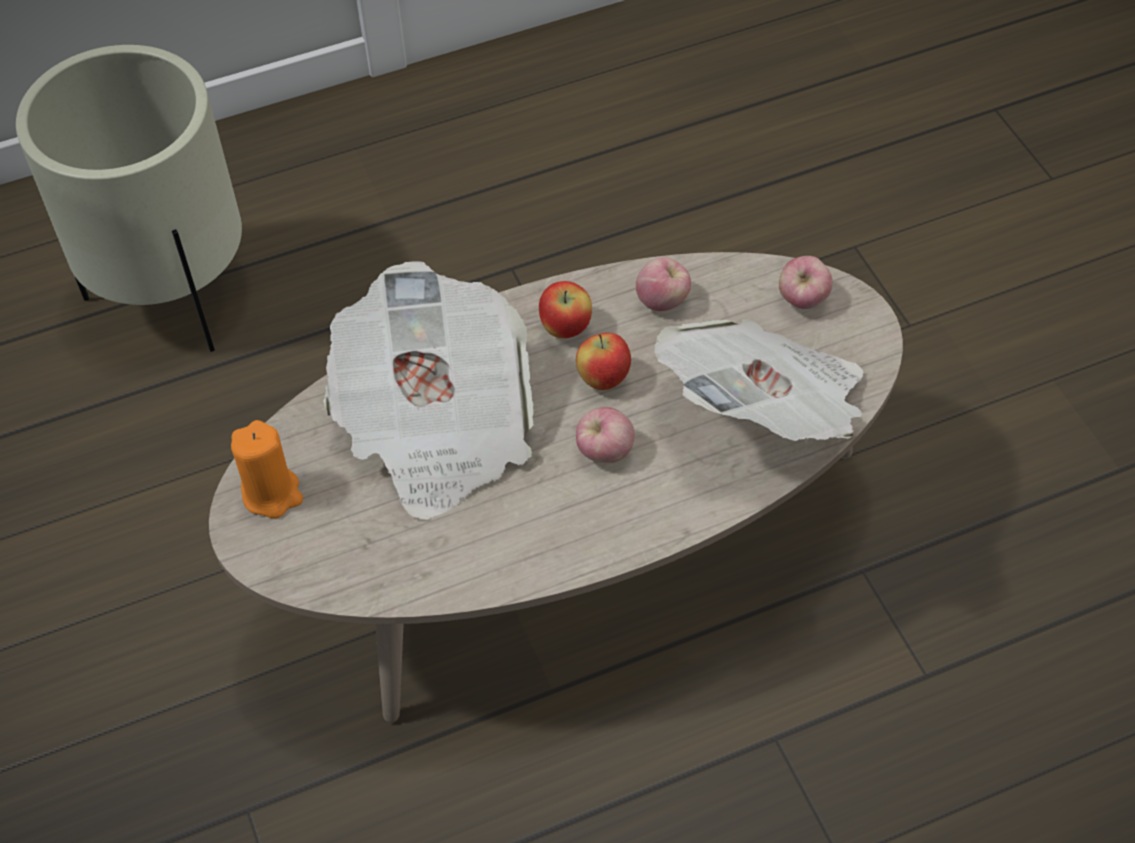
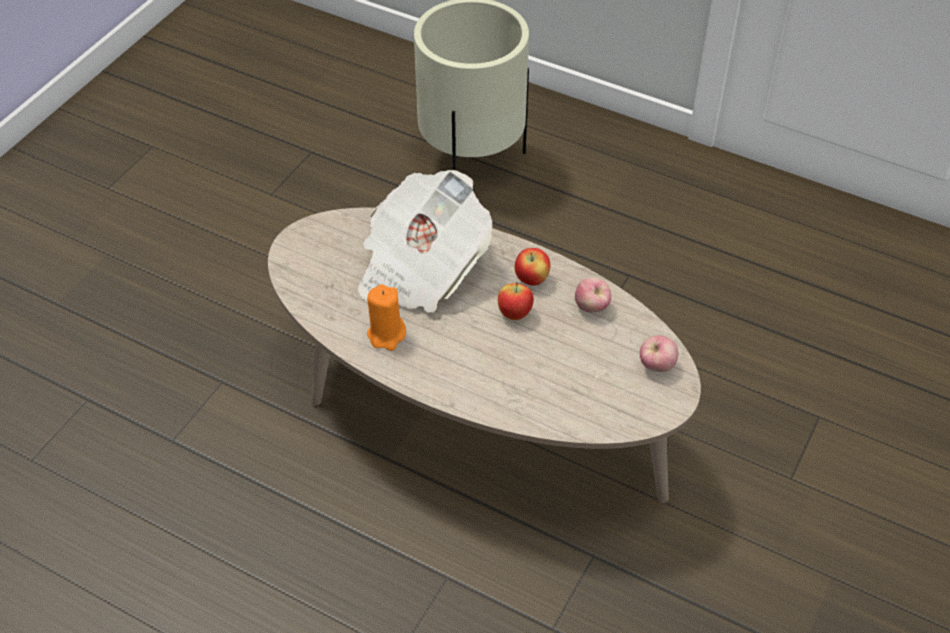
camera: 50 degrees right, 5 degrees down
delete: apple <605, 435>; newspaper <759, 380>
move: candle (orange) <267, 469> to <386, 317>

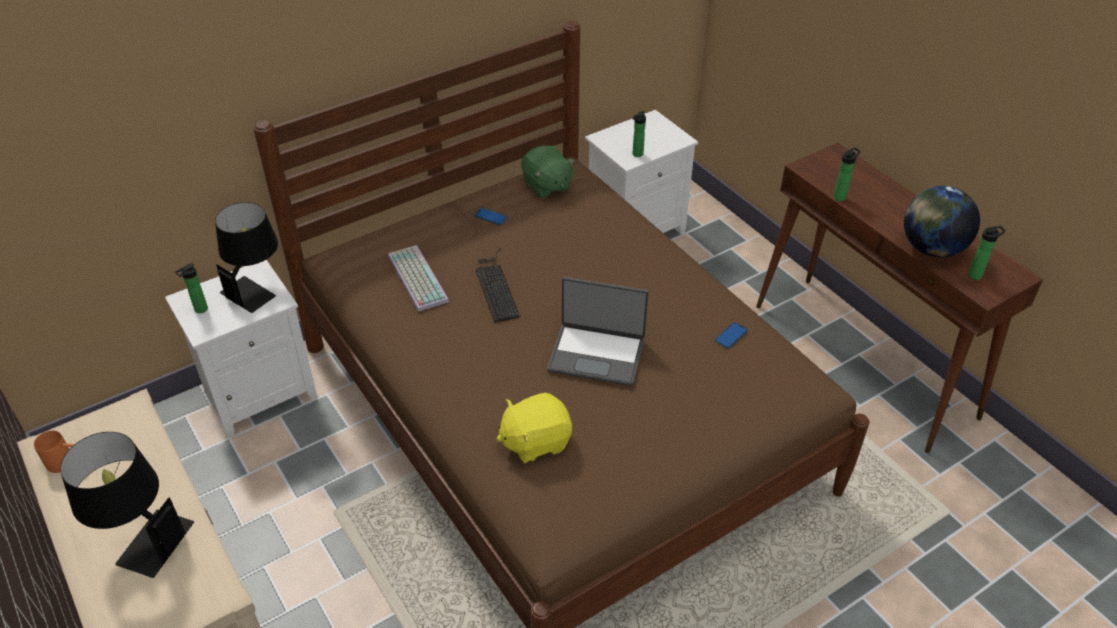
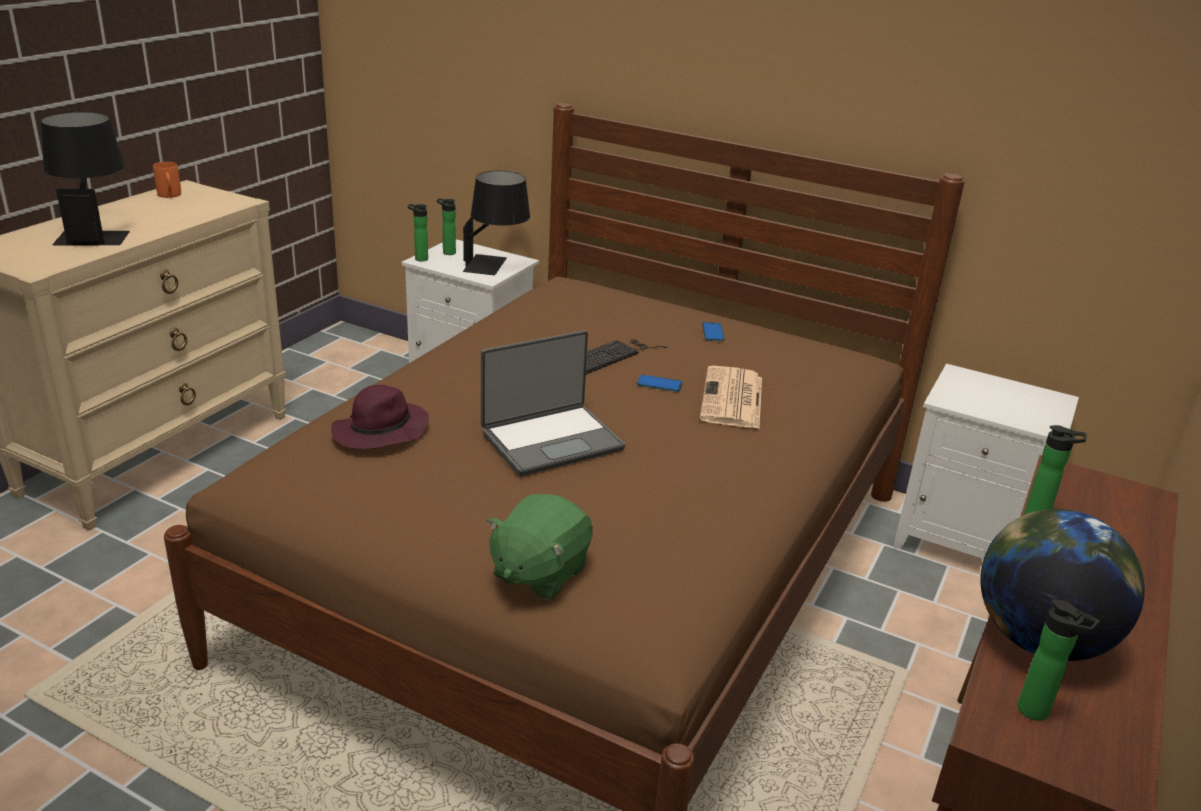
camera: 60 degrees right, 15 degrees down
delete: keyboard <418, 278>
insert: newspaper <731, 397>
move: bottle <639, 134> to <418, 233>; plush toy (green) <548, 172> to <539, 547>; phone <731, 335> to <660, 383>
replace: plush toy (yellow) <534, 428> to hat (purple) <380, 417>
rotate: laptop <598, 331> = <553, 403> 105 degrees counterclockwise

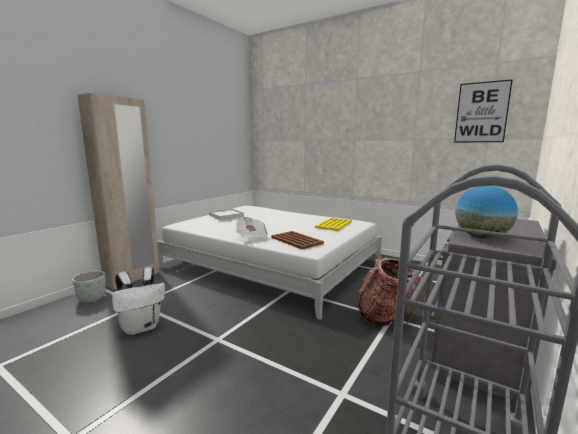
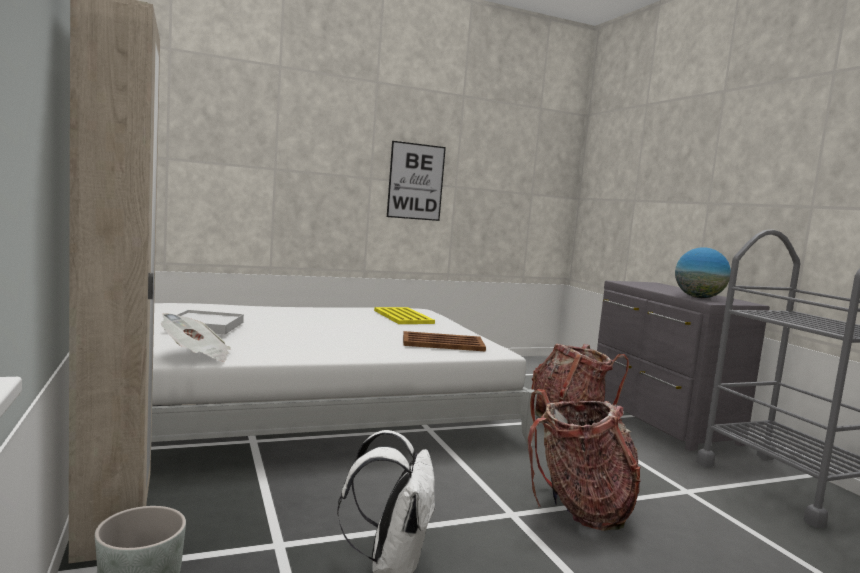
camera: 55 degrees left, 5 degrees down
insert: backpack <584, 460>
move: newspaper <252, 230> to <195, 337>; picture <483, 110> to <416, 181>

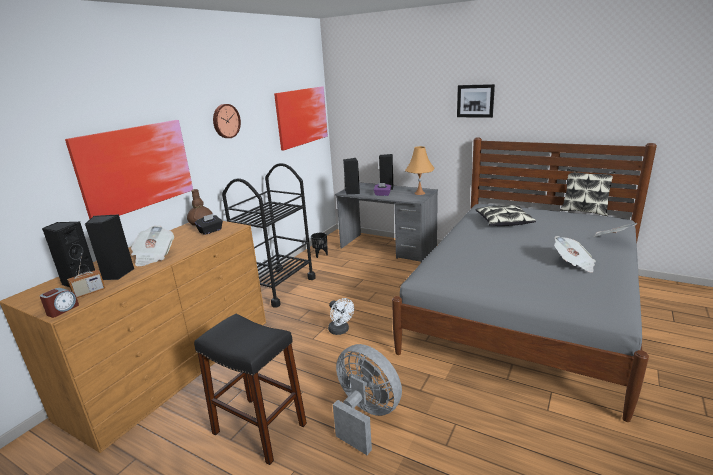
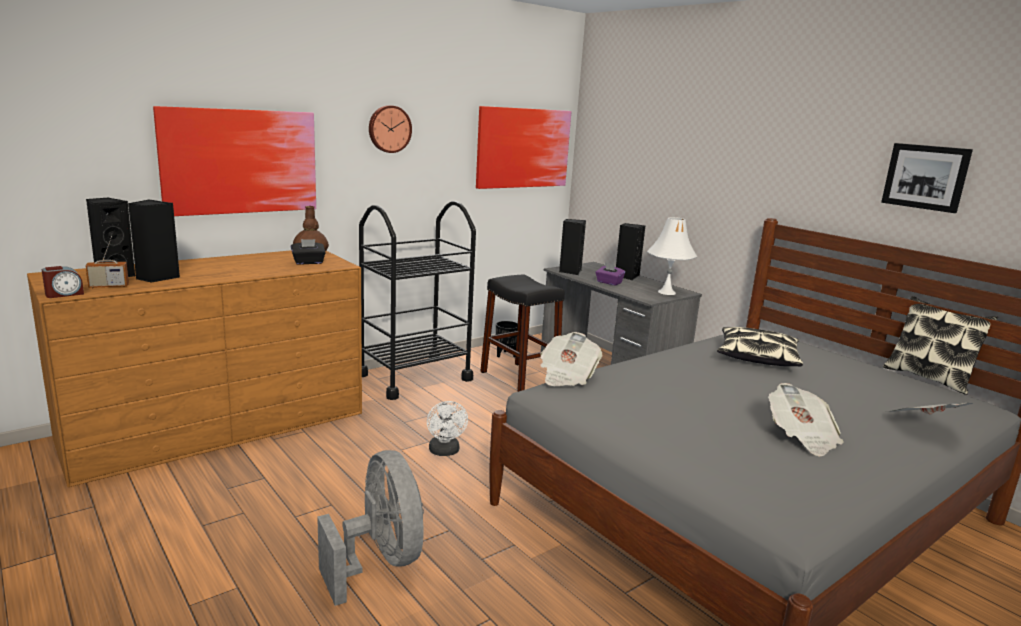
camera: 20 degrees right, 5 degrees down
move: stool (black) <250, 389> to <522, 333>; newspaper <152, 246> to <571, 359>; picture <476, 101> to <927, 178>
recolor: table lamp (orange) <419, 170> to table lamp (white) <672, 256>

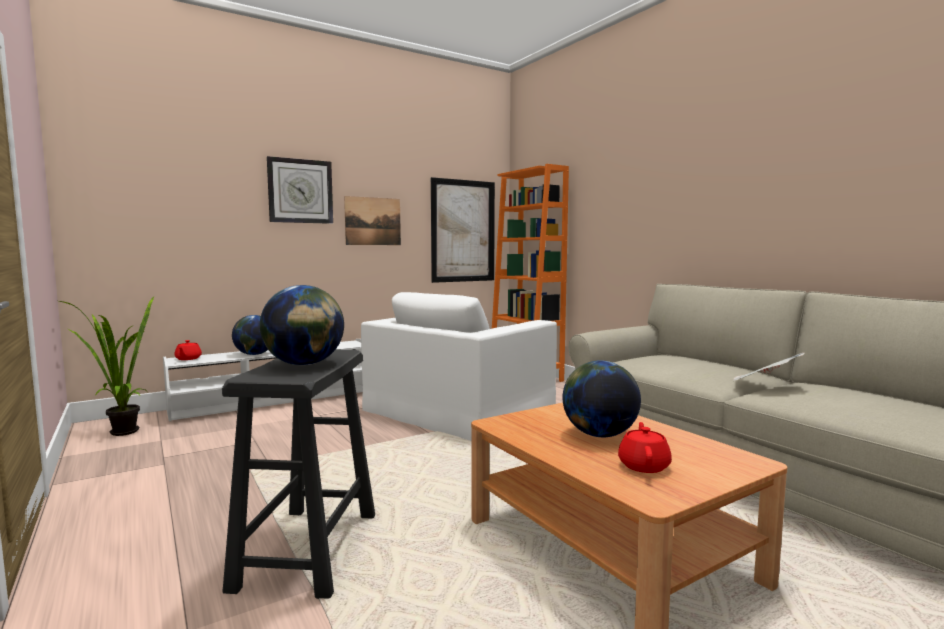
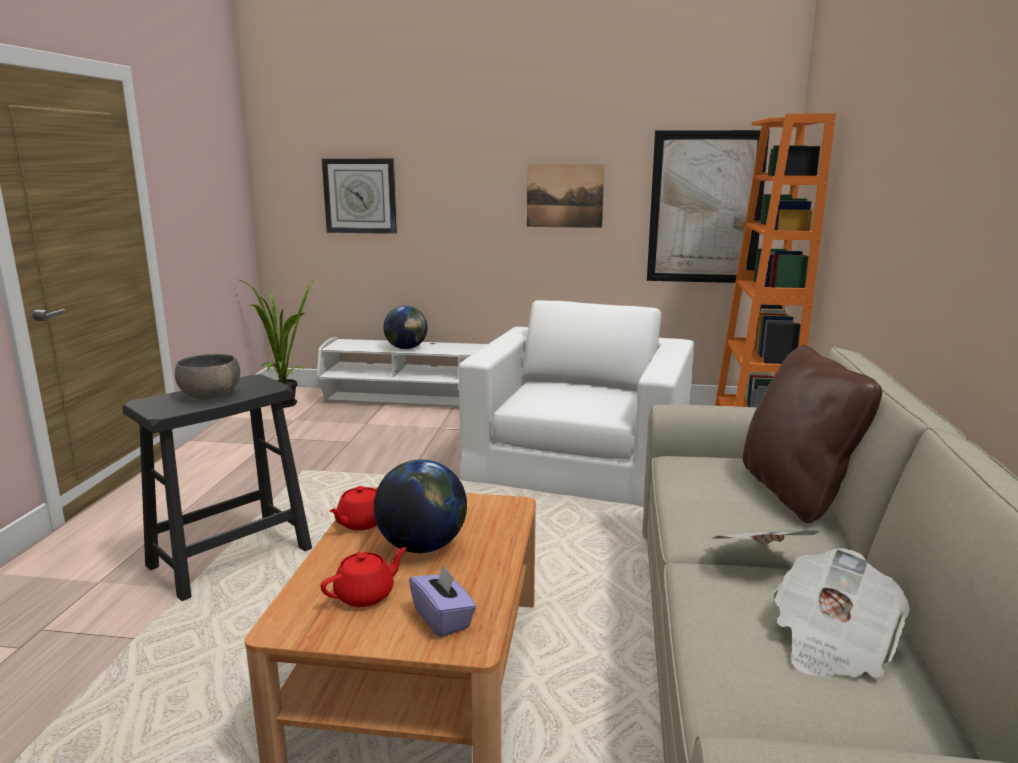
camera: 40 degrees right, 10 degrees up
insert: tissue box (purple) <442, 601>; pillow (brown) <812, 434>; newspaper <841, 613>
move: wall clock <300, 190> to <359, 196>; teapot (red) <188, 350> to <353, 508>
replace: globe <302, 325> to bowl (grey) <207, 377>
rotate: armchair (white) <459, 366> = <576, 403> 120 degrees clockwise

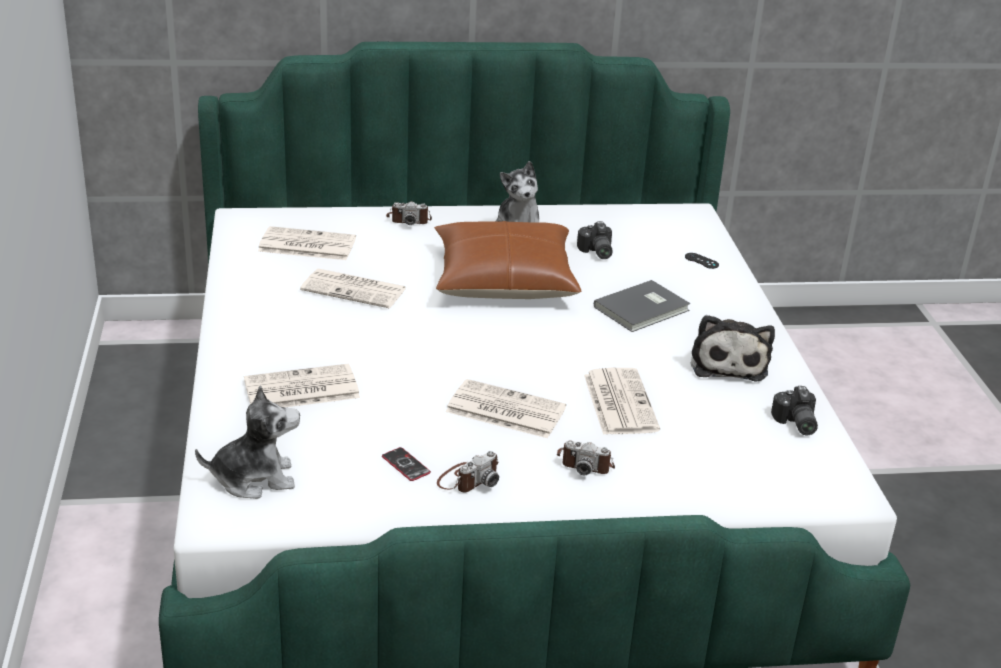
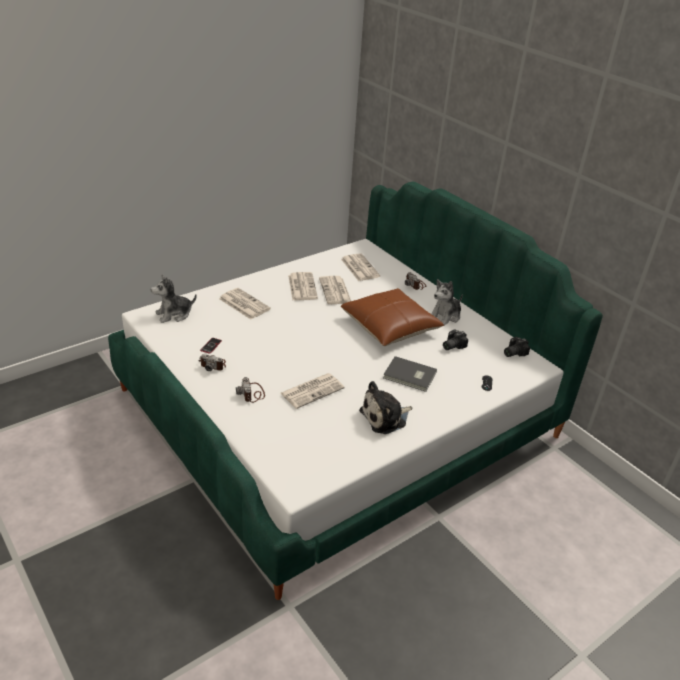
camera: 60 degrees right, 5 degrees up
move: newspaper <506, 408> to <303, 286>; photo camera <794, 410> to <517, 347>
rotate: plush toy <247, 442> = <173, 298> 105 degrees clockwise

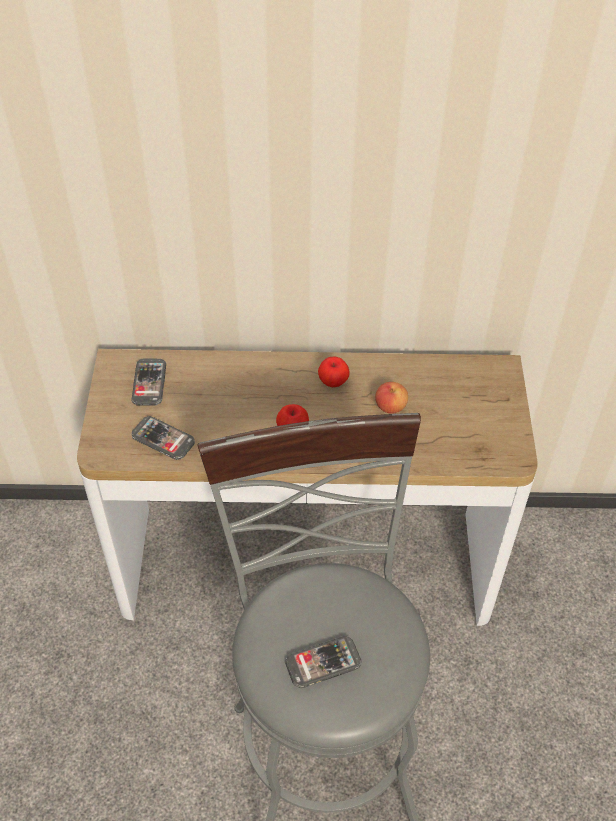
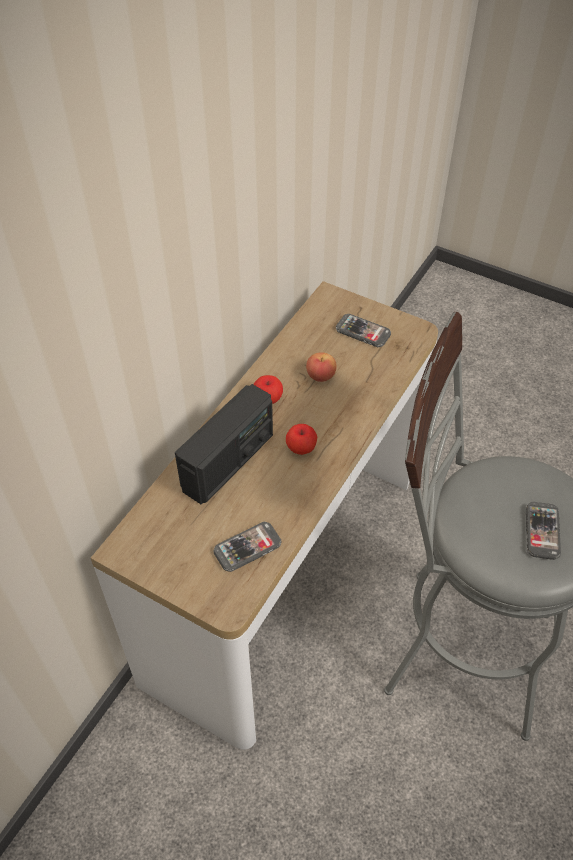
camera: 60 degrees left, 0 degrees up
insert: radio <224, 444>
move: phone <148, 382> to <363, 330>

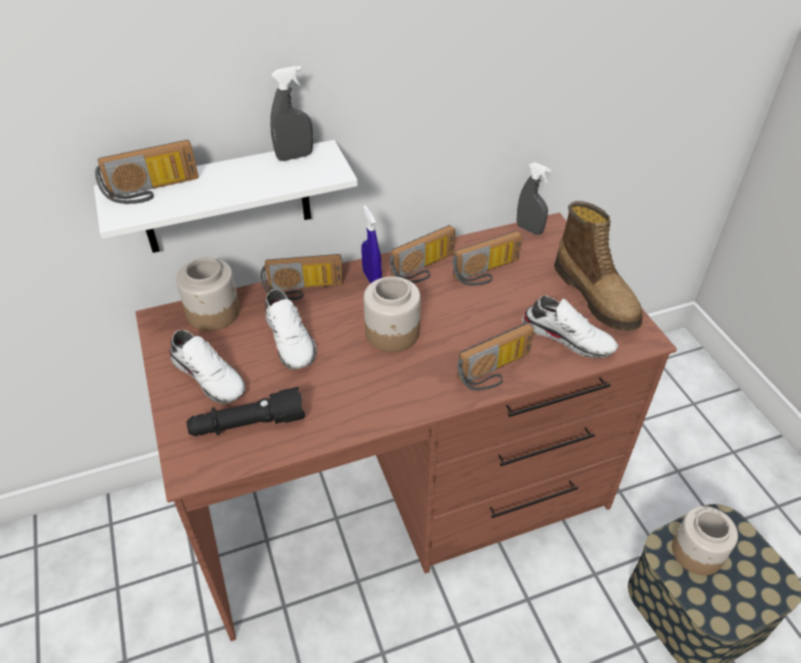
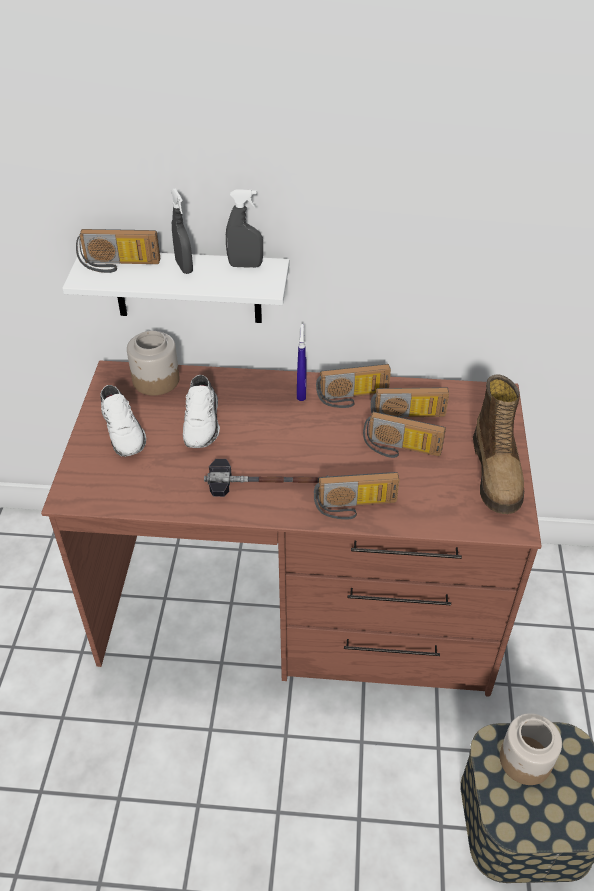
camera: 25 degrees right, 0 degrees up
delete: flashlight (black) <246, 411>; jar <392, 314>; shoe (white) <570, 326>
insert: hammer <265, 478>
move: spray bottle (grey) <534, 198> to <182, 231>; radio <302, 277> to <404, 435>

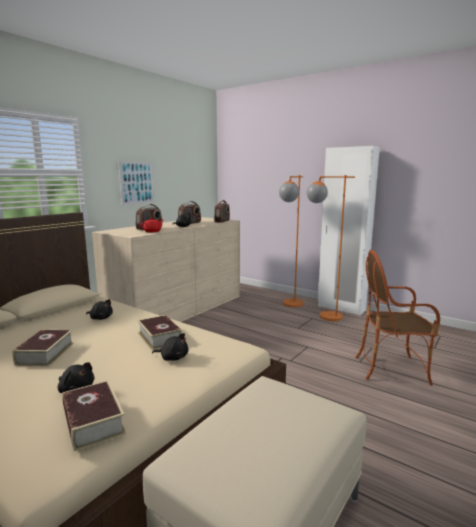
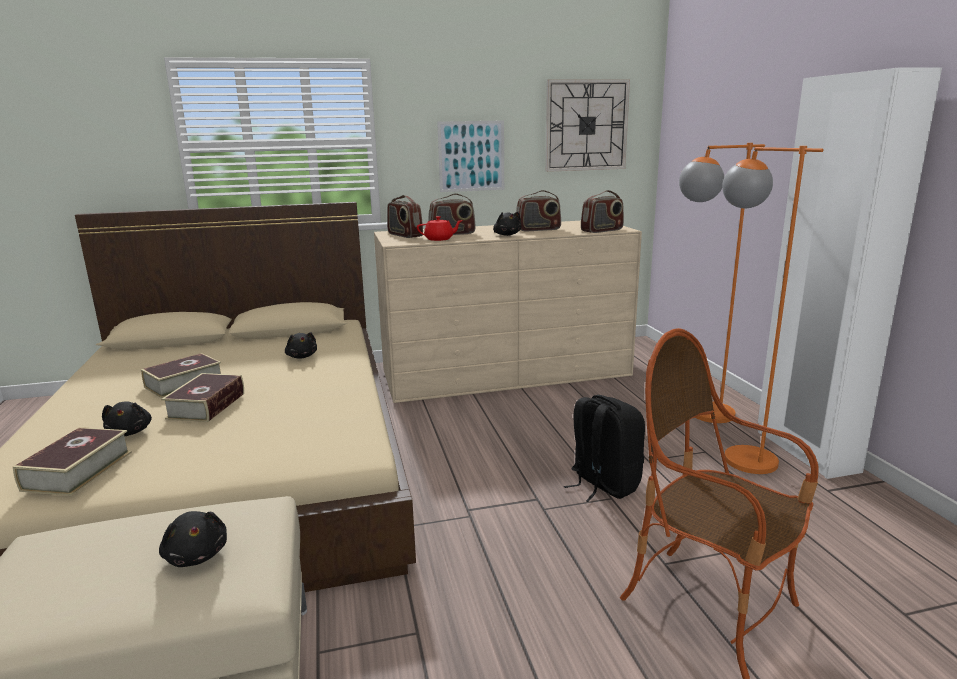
camera: 40 degrees right, 5 degrees up
insert: radio <405, 216>; wall clock <588, 125>; backpack (black) <604, 448>
move: plush toy (black) <170, 346> to <193, 539>; book <159, 332> to <202, 397>

